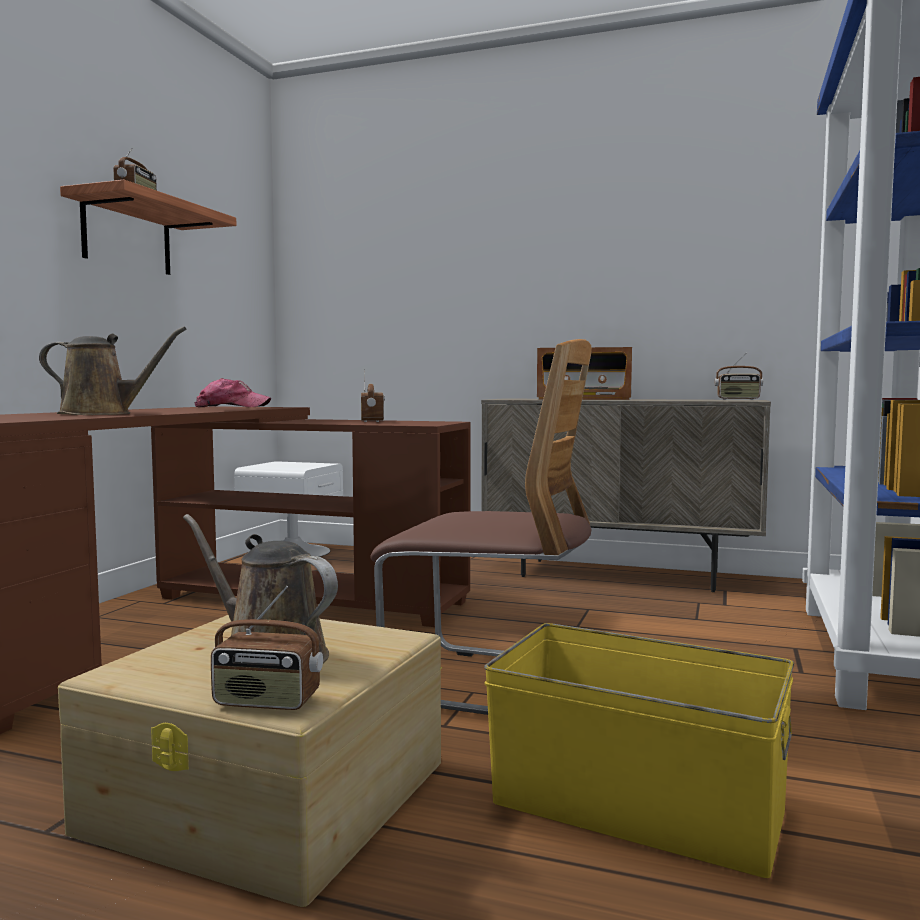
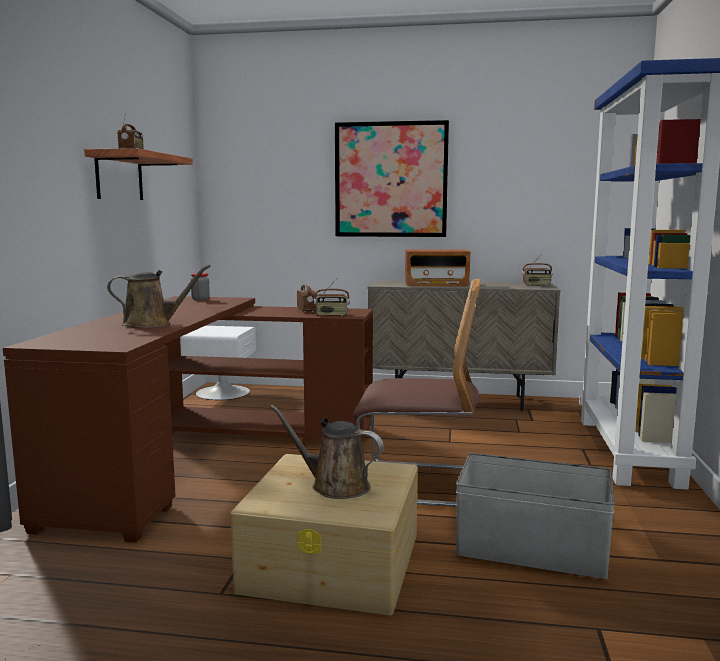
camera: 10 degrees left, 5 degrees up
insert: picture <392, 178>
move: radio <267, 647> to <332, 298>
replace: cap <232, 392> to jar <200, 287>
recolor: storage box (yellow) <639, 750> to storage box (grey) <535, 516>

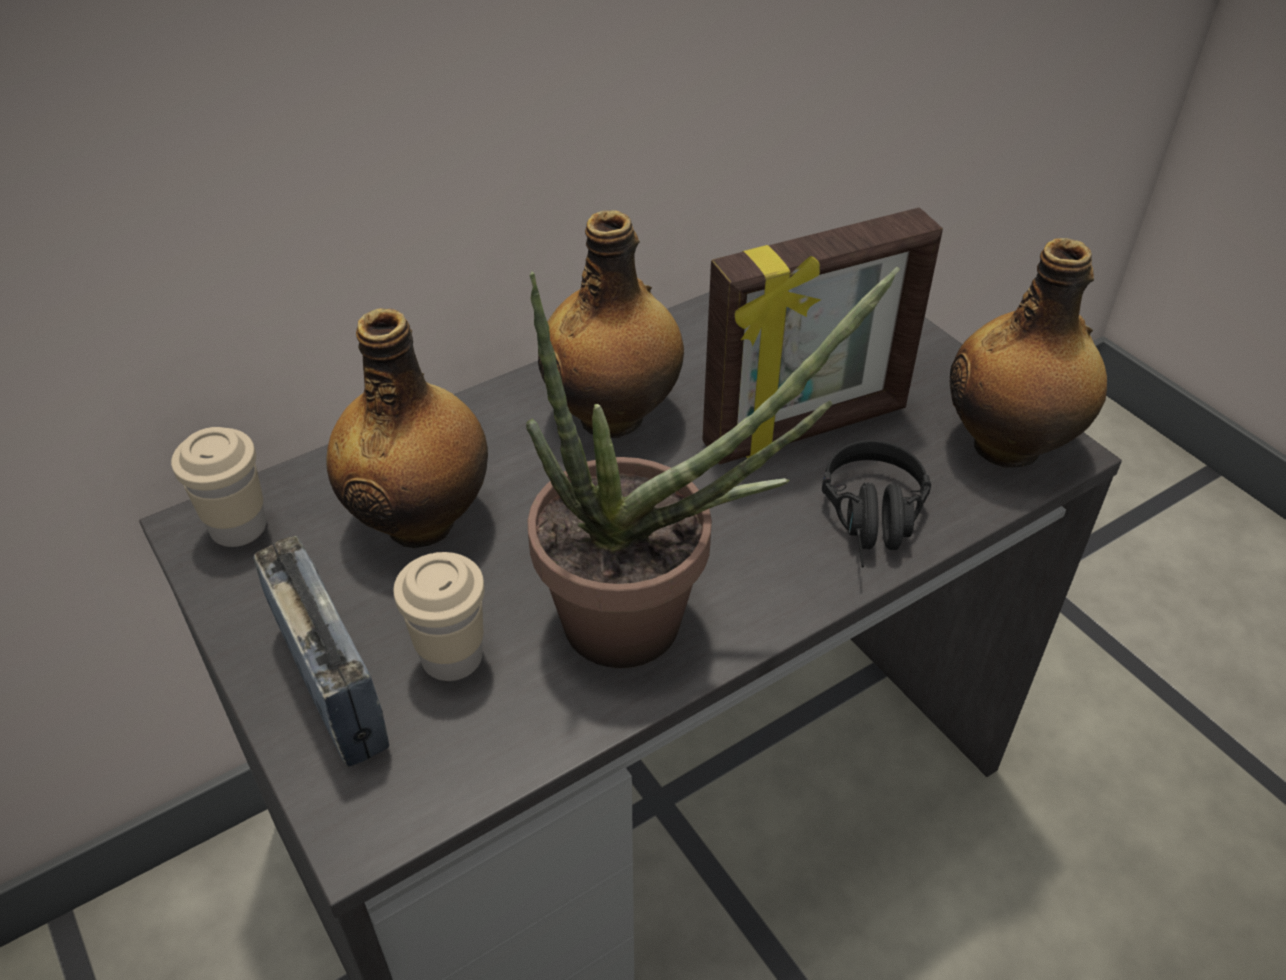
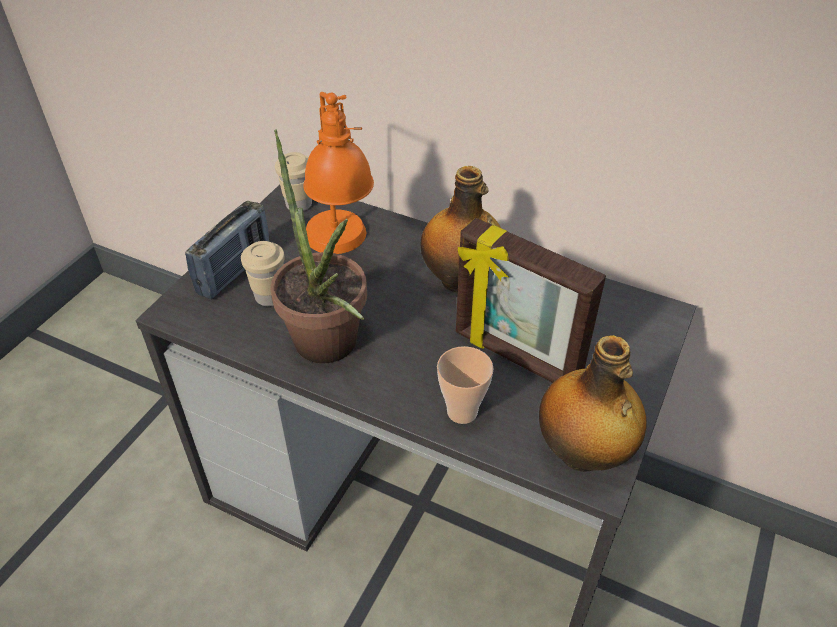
camera: 60 degrees right, 0 degrees up
replace: bottle <407, 428> to table lamp (orange) <338, 173>; headphones (black) <876, 503> to cup <465, 385>

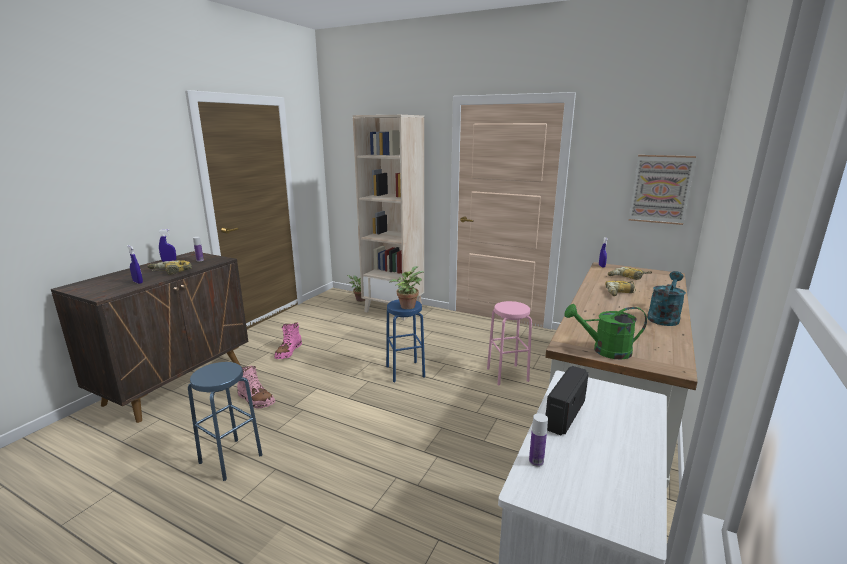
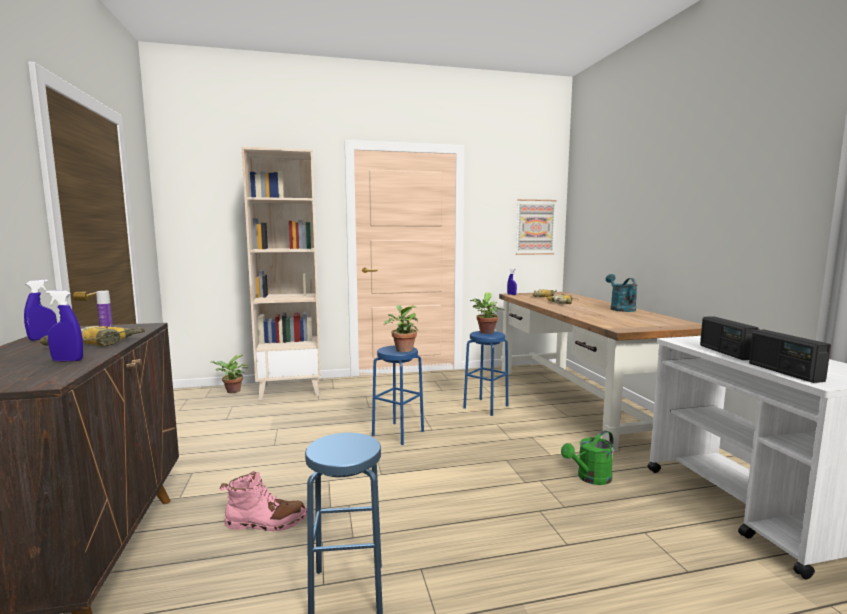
camera: 40 degrees left, 10 degrees down
delete: boot (pink) <288, 340>
insert: potted plant <487, 313>
move: watering can (green) <605, 332> to <587, 457>
replace: bottle <538, 440> to radio <790, 356>
recolor: stool (pink) <509, 343> to stool (blue) <485, 373>

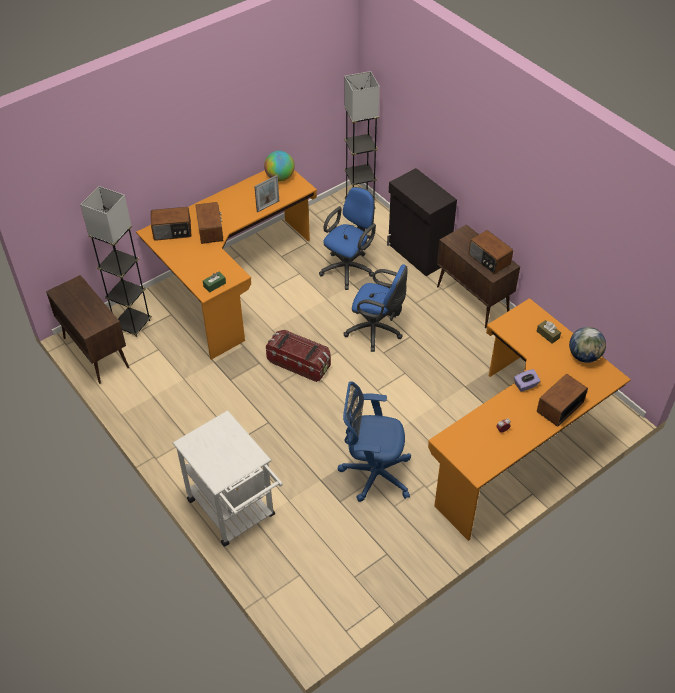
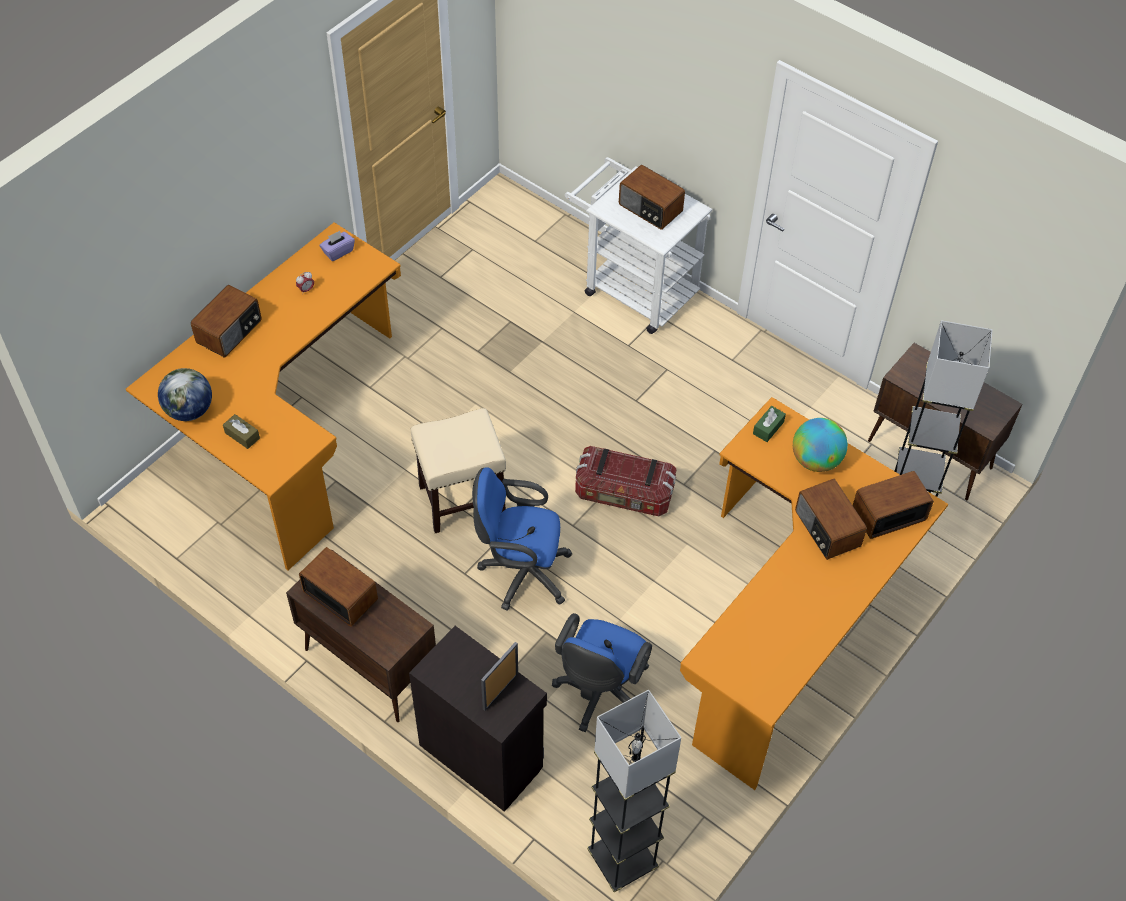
camera: 165 degrees right, 5 degrees up
delete: office chair (blue) <374, 441>
insert: stool (beige) <458, 470>; radio <652, 197>
move: tissue box (purple) <527, 380> to <337, 246>; picture frame <266, 193> to <499, 676>; globe <279, 166> to <820, 445>

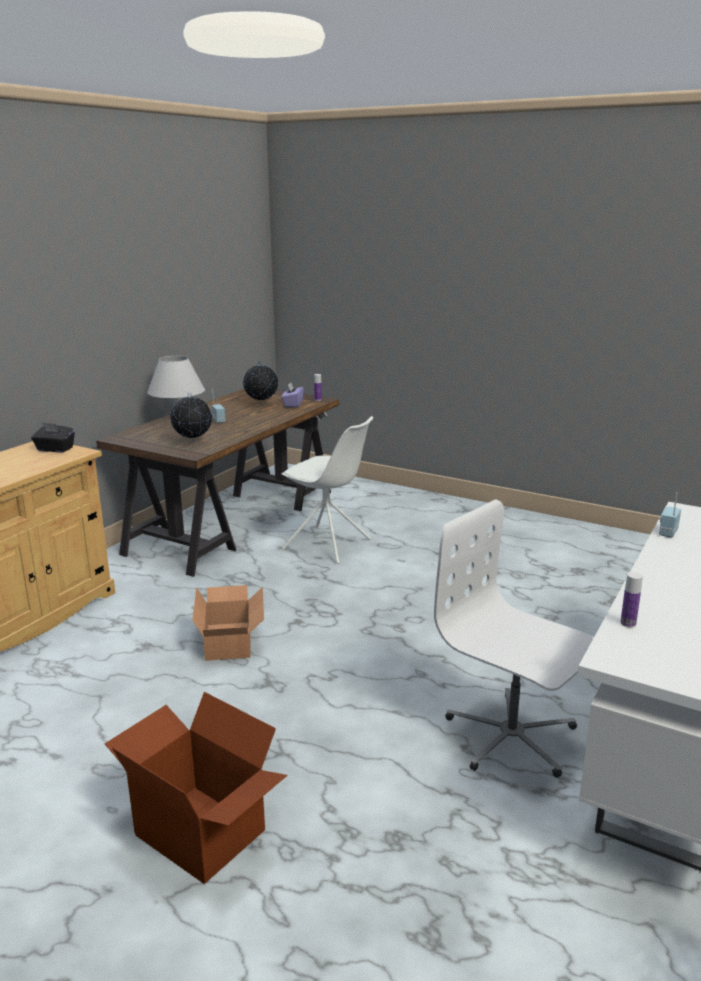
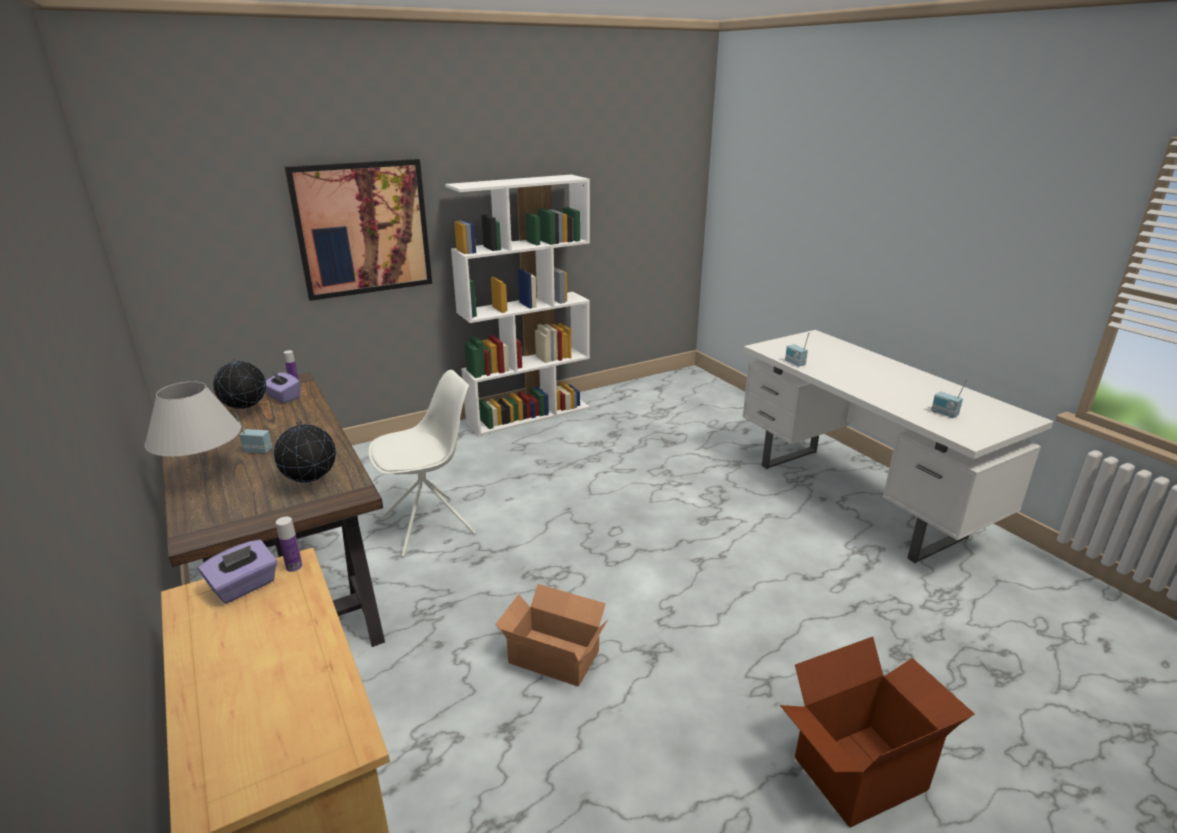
camera: 60 degrees left, 5 degrees up
delete: office chair (white) <514, 638>
insert: picture <358, 230>; bookcase (white) <517, 305>; radio <949, 398>
move: bottle <631, 600> to <289, 544>
recolor: tissue box (black) <53, 437> to tissue box (purple) <237, 572>

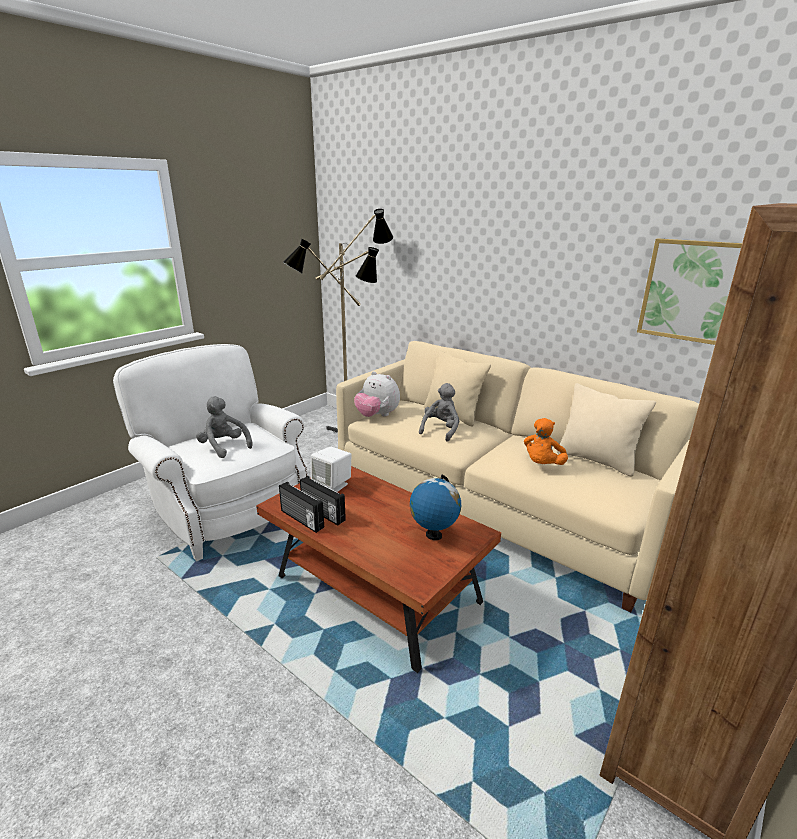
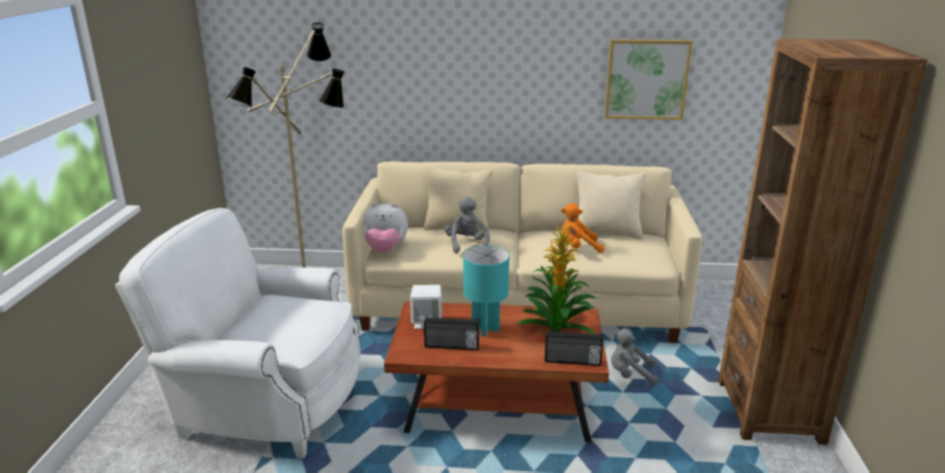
camera: 35 degrees left, 0 degrees up
insert: table lamp (turquoise) <486, 291>
move: radio <301, 507> to <574, 348>; plush toy (grey) <224, 427> to <634, 356>
replace: globe <435, 507> to potted plant <557, 278>
rotate: plush toy (orange) <546, 441> = <582, 228> 90 degrees clockwise

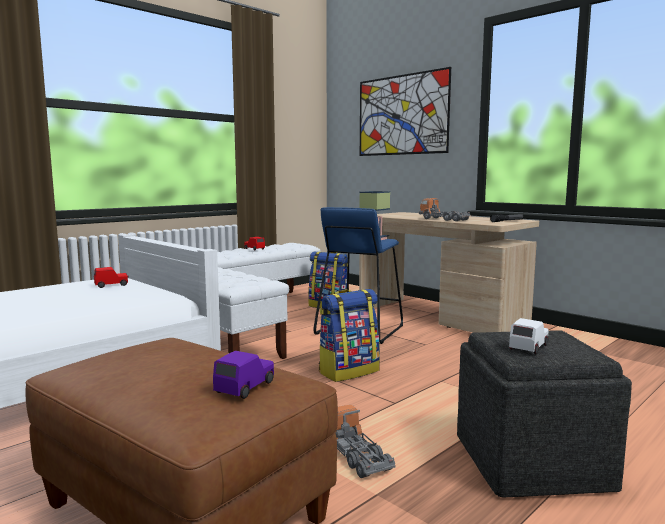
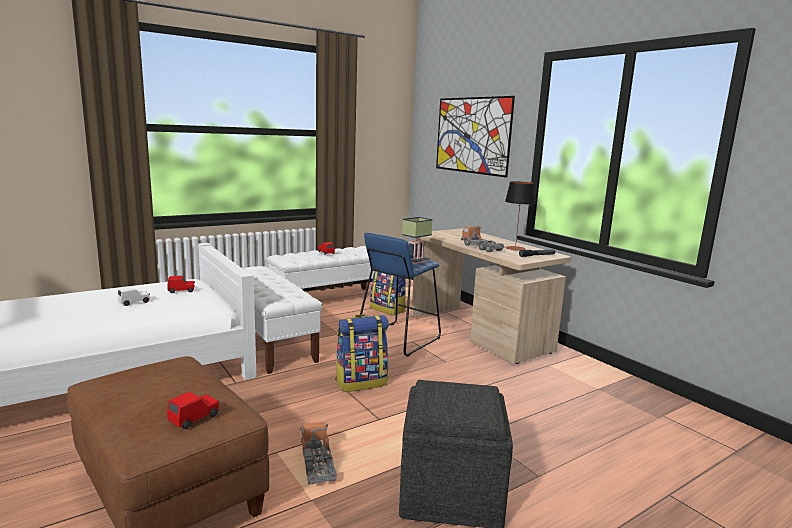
camera: 10 degrees right, 5 degrees up
insert: table lamp <520, 216>
move: toy car (white) <529, 336> to <133, 296>
recolor: toy car (purple) <243, 375> to toy car (red) <193, 410>

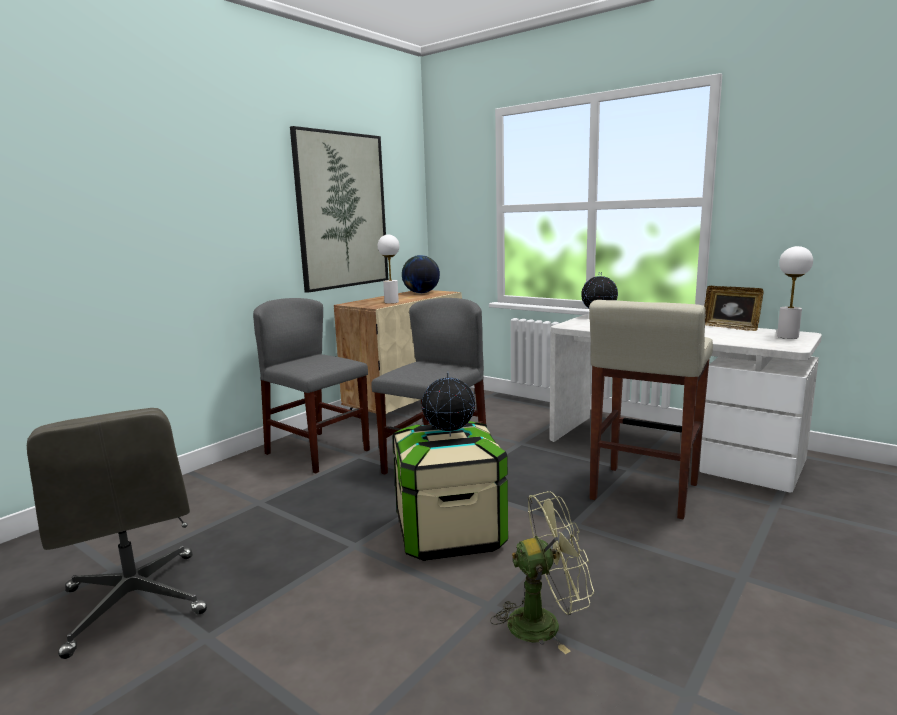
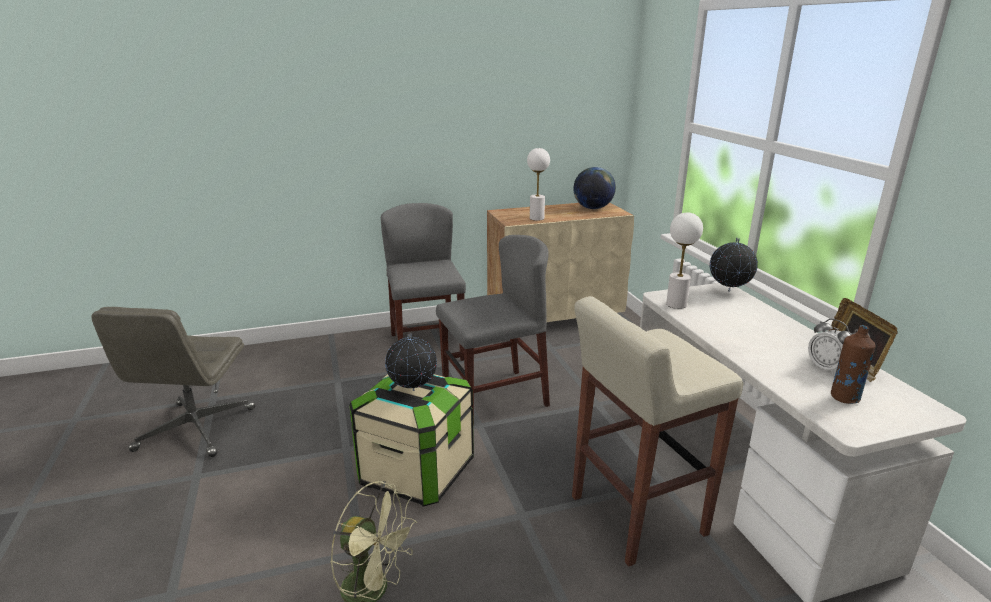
camera: 35 degrees right, 10 degrees up
delete: picture <339, 209>
insert: alarm clock <830, 347>; bottle (brown) <853, 364>
move: table lamp (white) <795, 292> to <684, 261>

